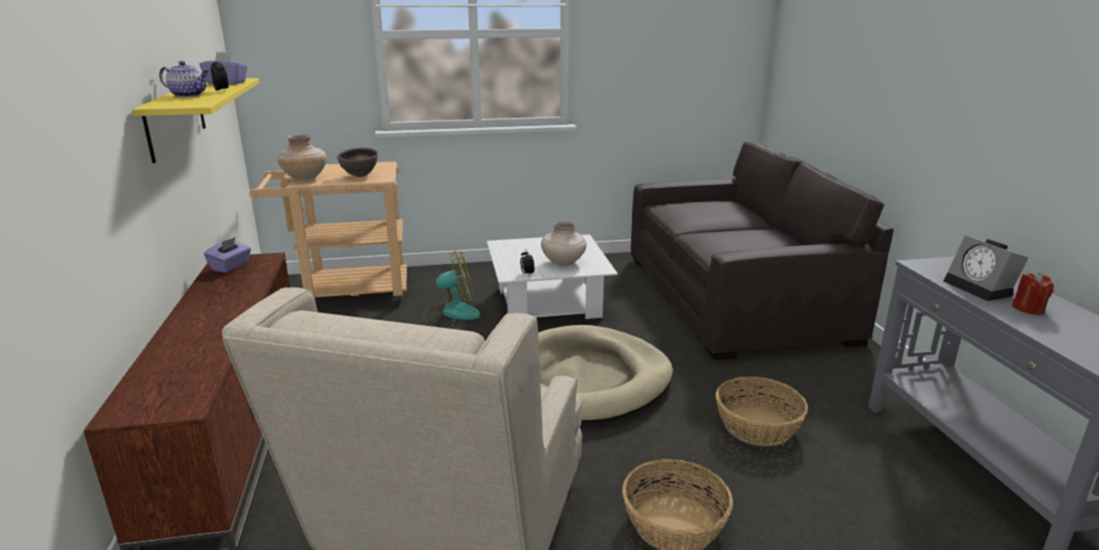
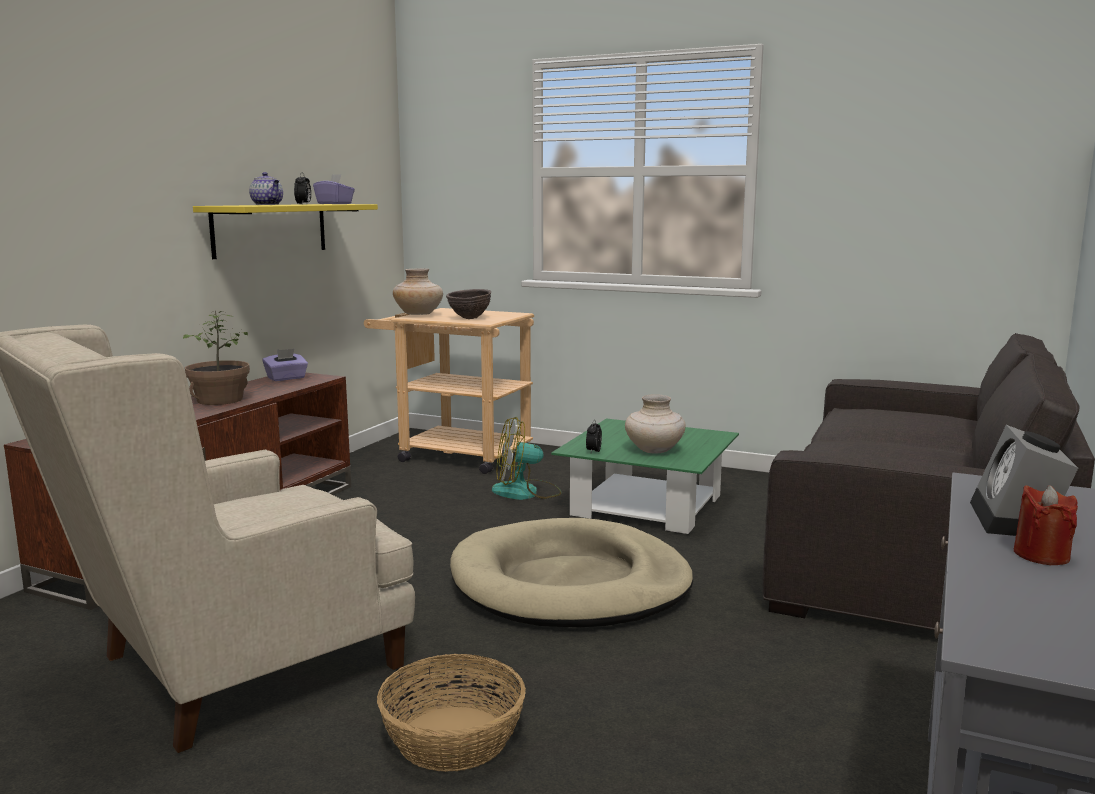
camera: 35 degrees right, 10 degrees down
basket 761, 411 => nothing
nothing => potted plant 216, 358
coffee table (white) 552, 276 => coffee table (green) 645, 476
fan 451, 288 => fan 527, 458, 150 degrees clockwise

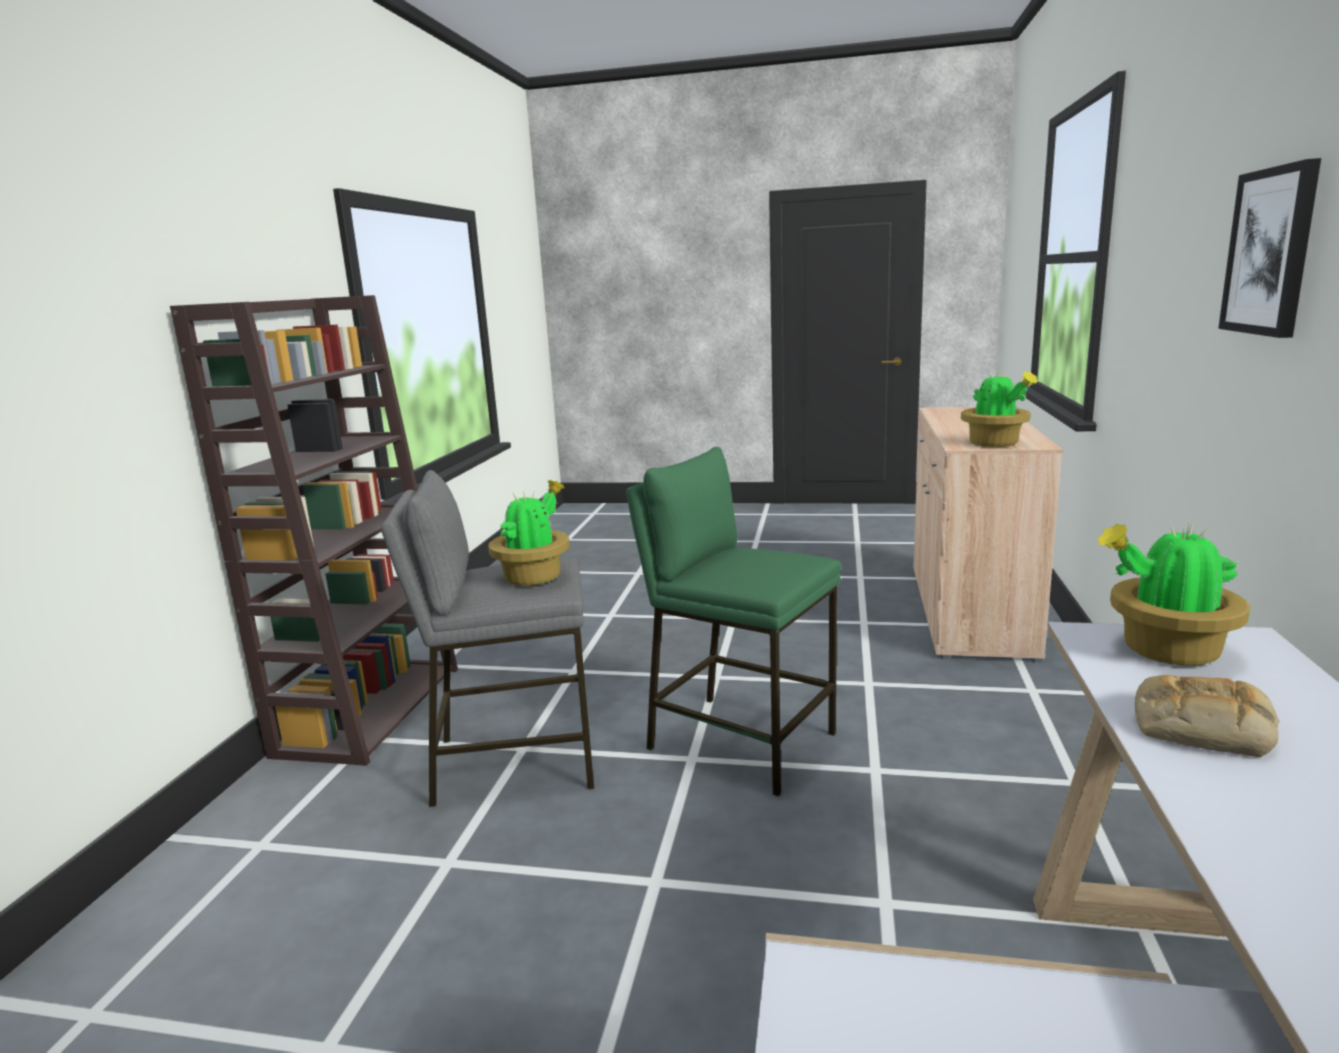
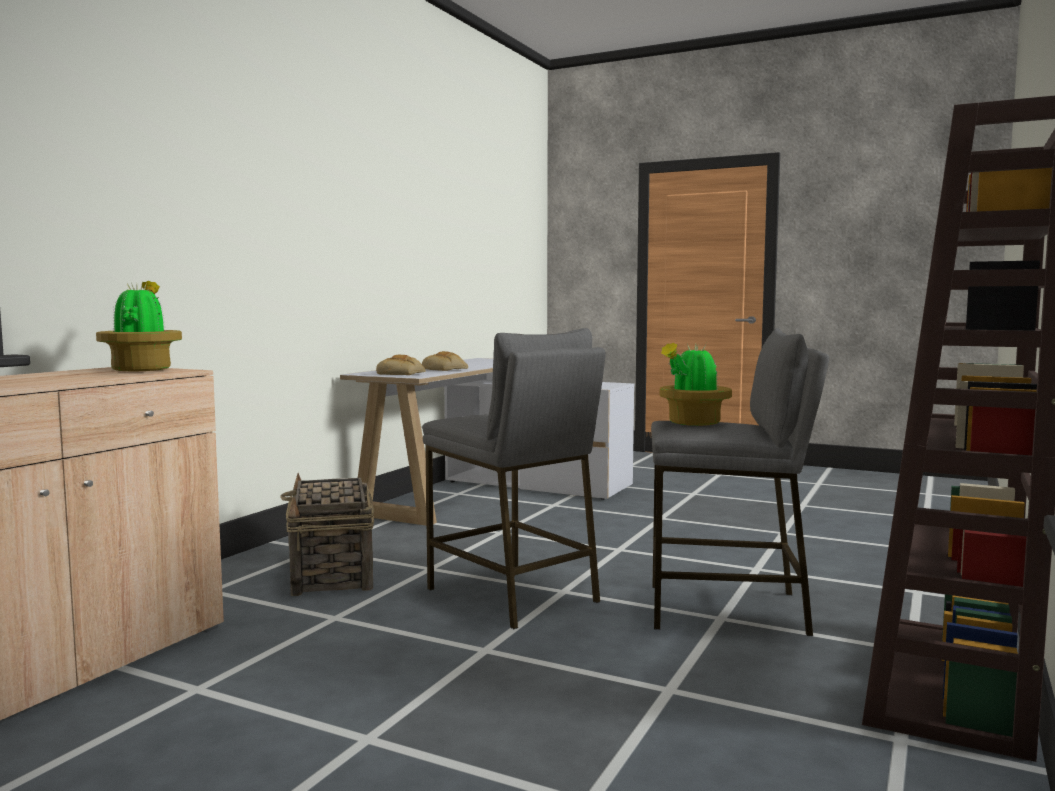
camera: 165 degrees left, 10 degrees down
picture 1269, 248 => nothing
nothing => basket 327, 534
potted plant 1173, 594 => bread 401, 365
stool (green) 733, 621 => stool (grey) 514, 478

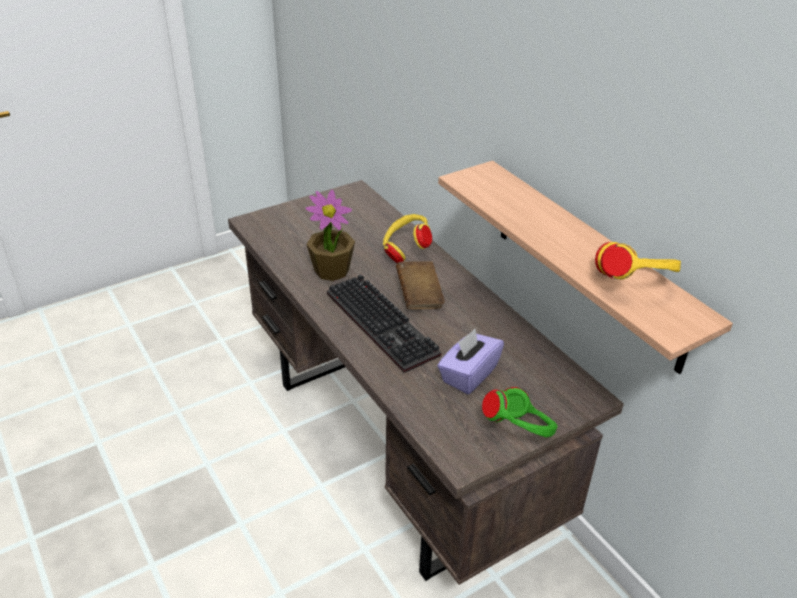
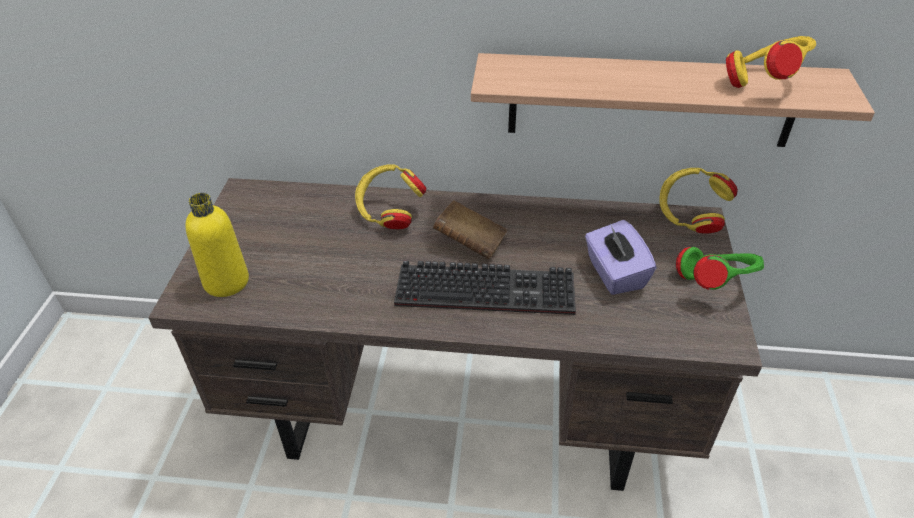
camera: 50 degrees left, 5 degrees up
potted plant 330, 235 => nothing
nothing => bottle (yellow) 217, 245
nothing => headphones (yellow) 698, 201

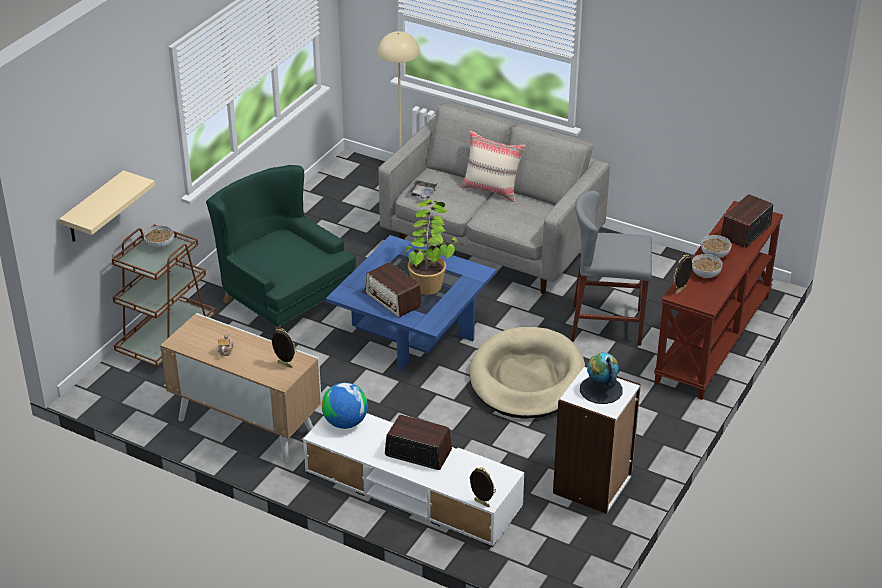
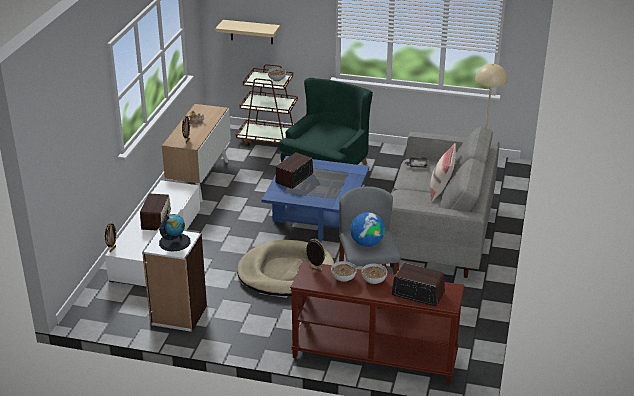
camera: 75 degrees right, 5 degrees down
potted plant 433, 247 => nothing
globe 345, 406 => globe 367, 229, shifted

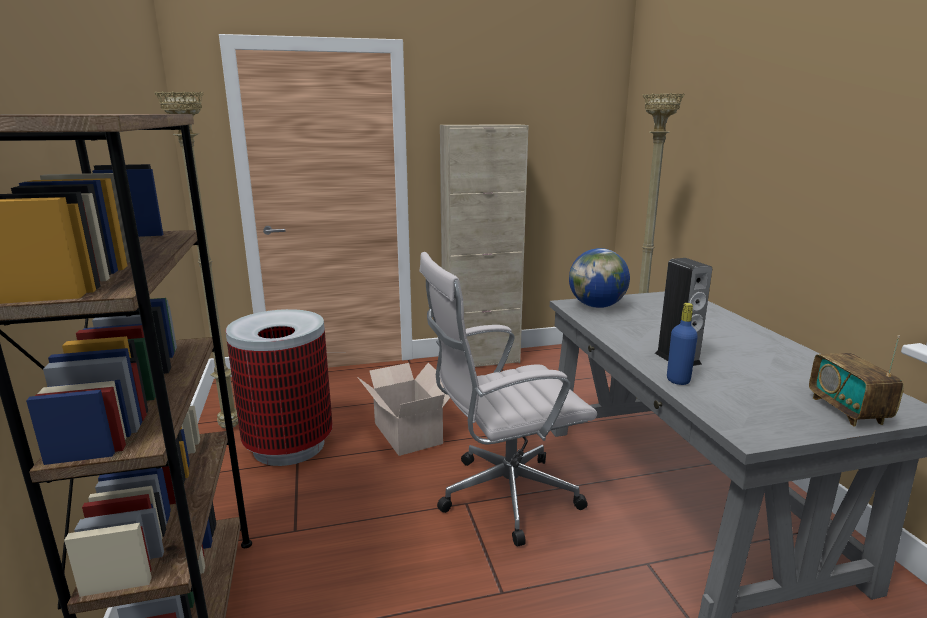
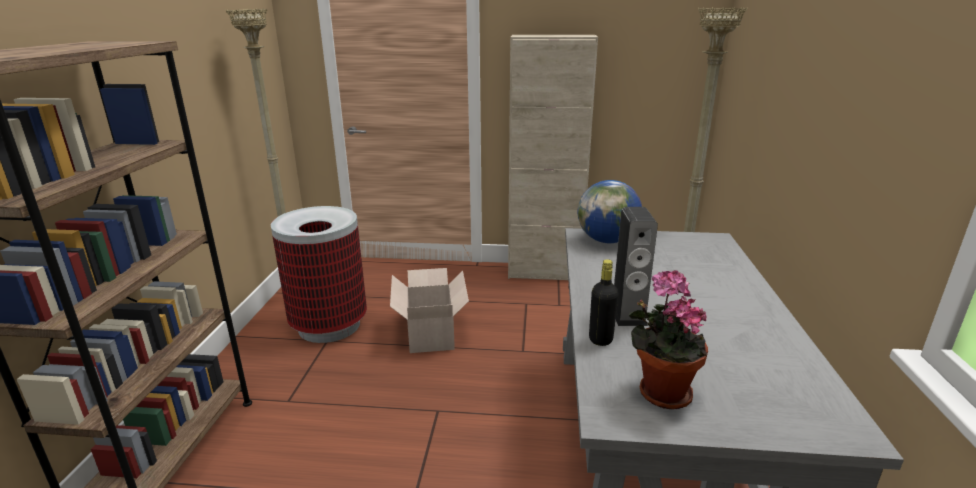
camera: 20 degrees right, 5 degrees up
office chair (white) 508, 399 => nothing
radio 856, 381 => nothing
nothing => potted plant 668, 340
bottle (blue) 682, 344 => bottle (black) 604, 302

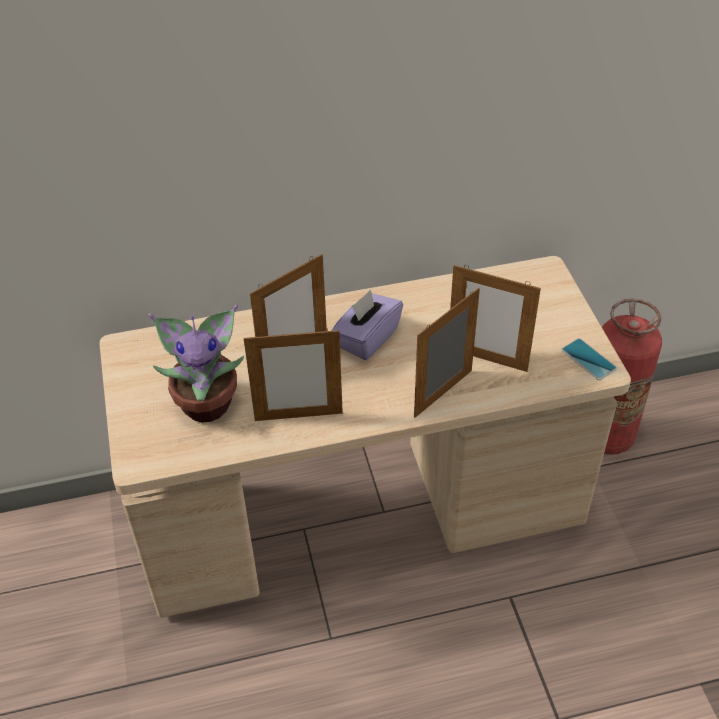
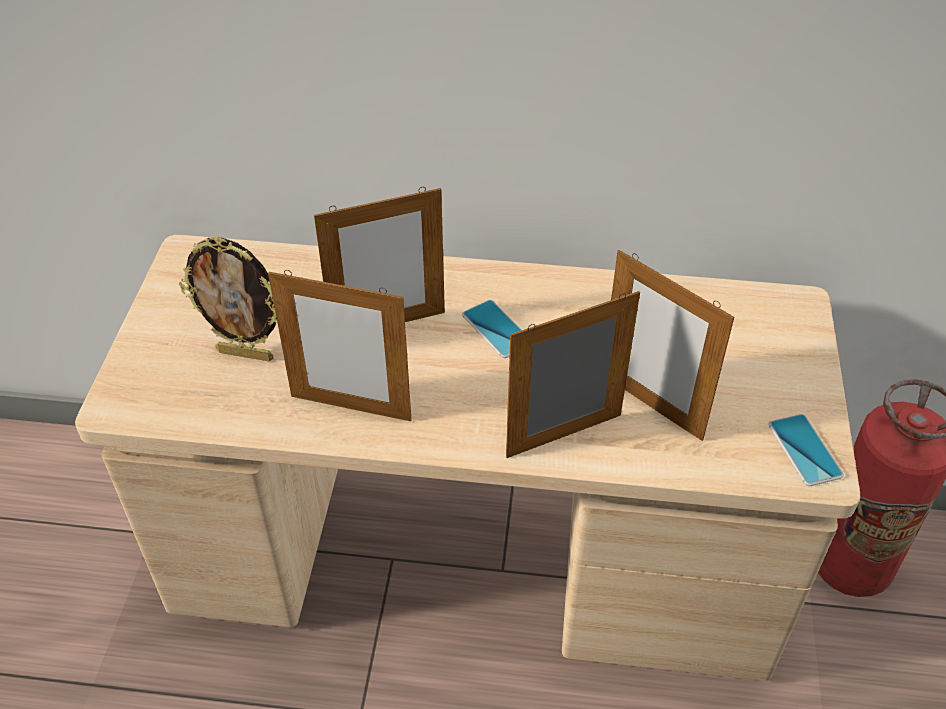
camera: 20 degrees right, 0 degrees up
potted plant 196, 364 => picture frame 228, 299
tissue box (purple) 367, 325 => phone 492, 329

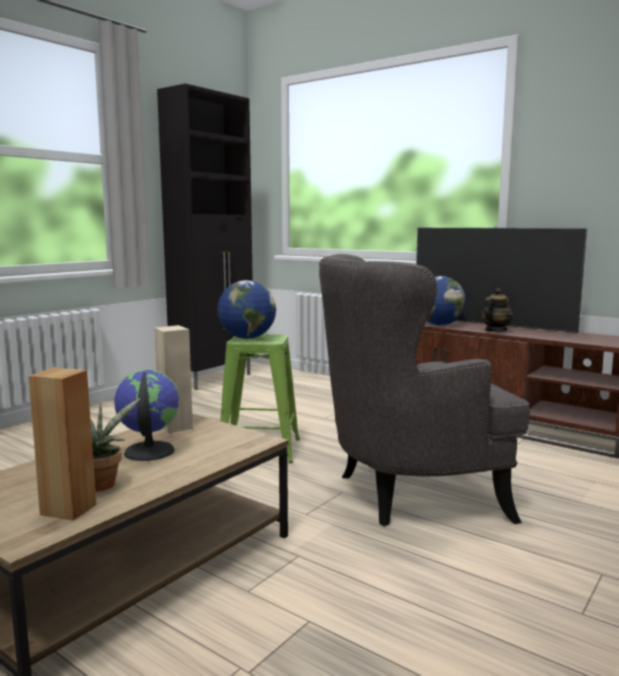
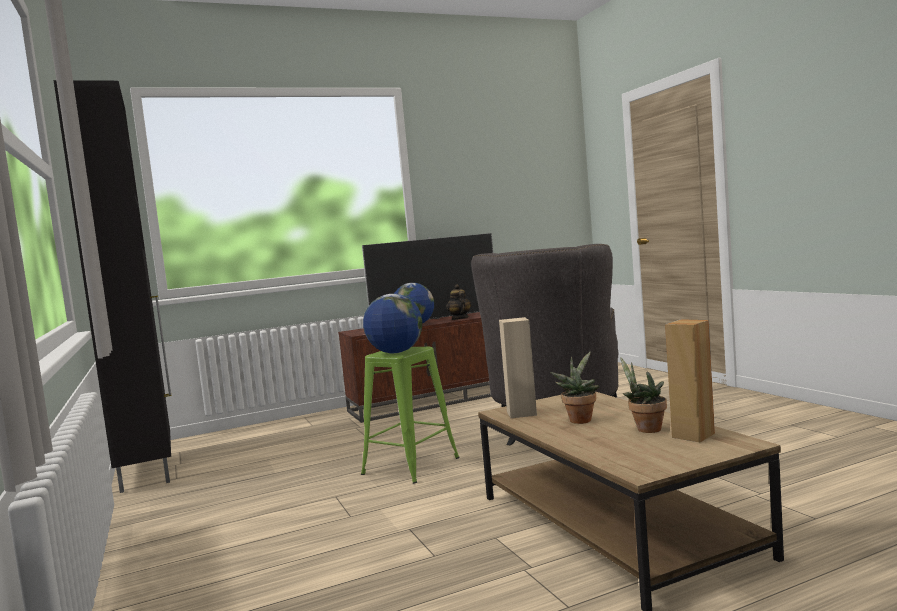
camera: 60 degrees left, 5 degrees down
globe 146, 415 => potted plant 574, 387

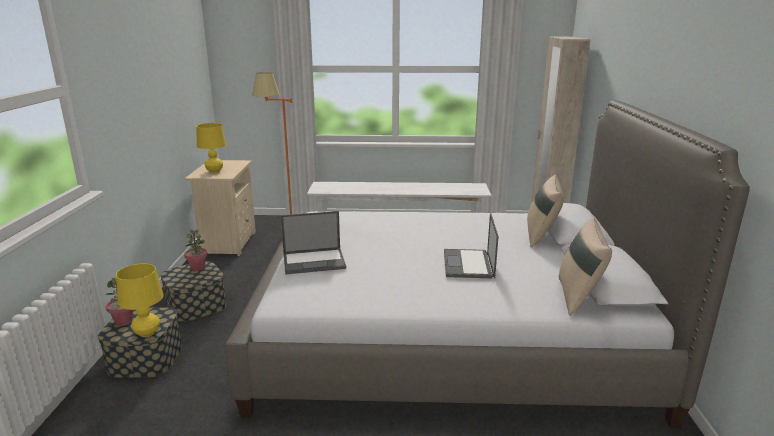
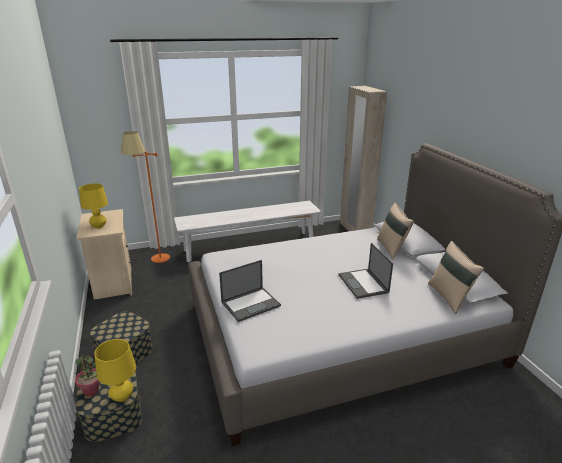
camera: 20 degrees left, 5 degrees up
potted plant 195, 250 => nothing

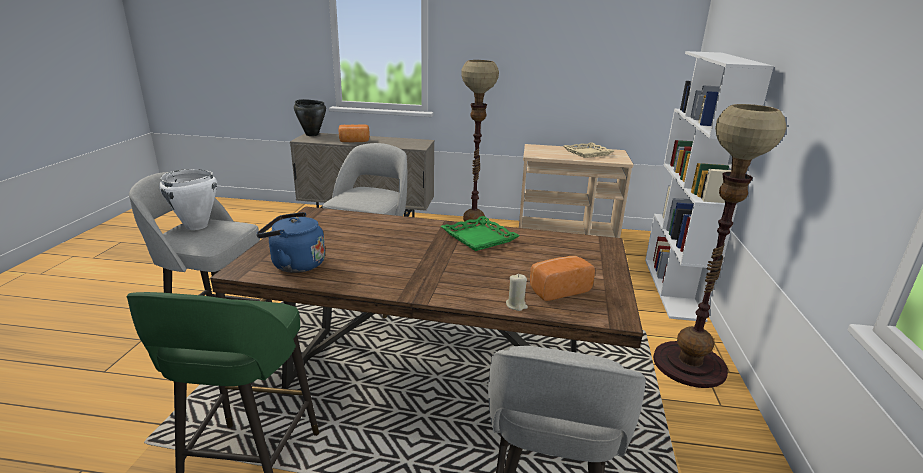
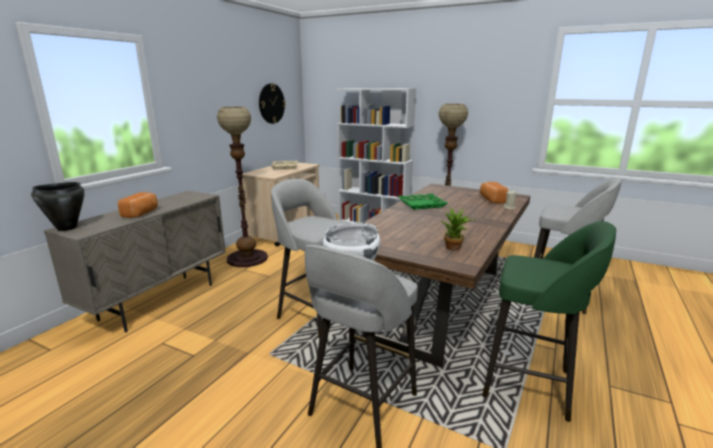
camera: 70 degrees left, 5 degrees down
nothing => wall clock 272, 103
kettle (blue) 290, 242 => potted plant 457, 228

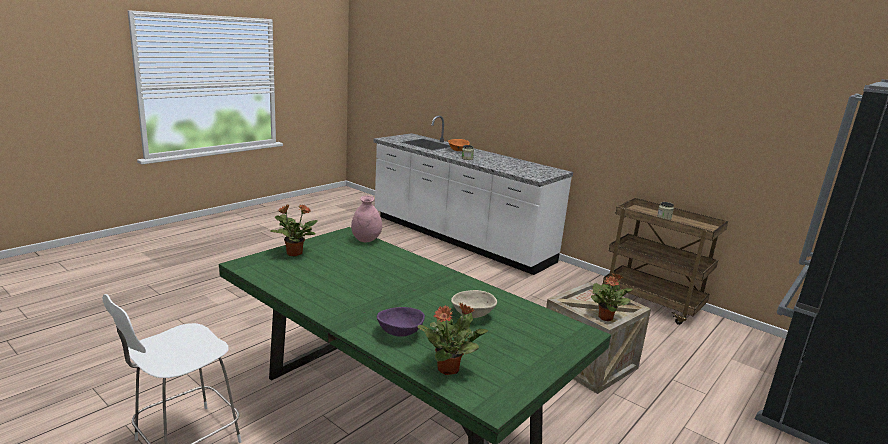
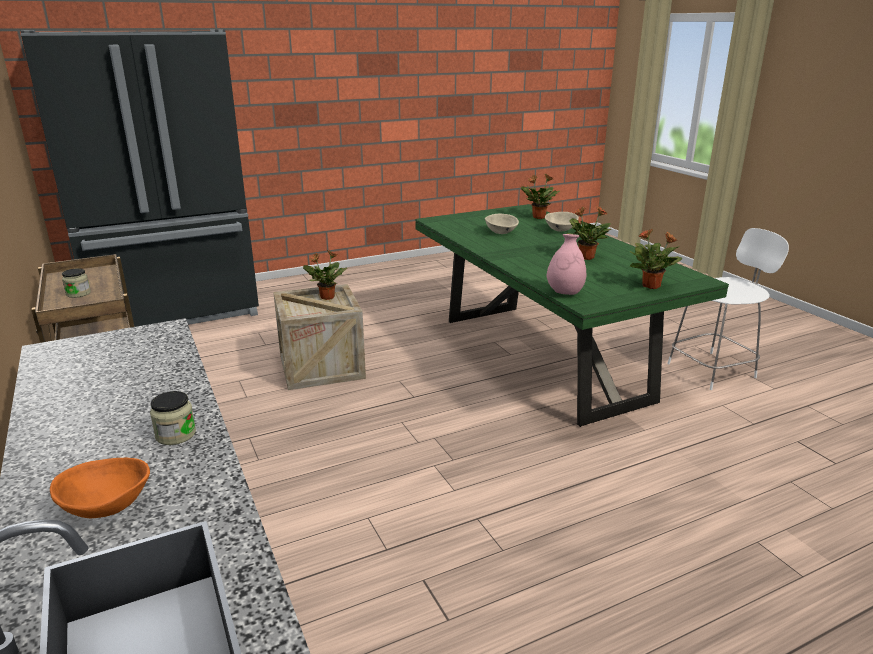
camera: 155 degrees left, 5 degrees up
nothing => potted plant 589, 233
bowl (purple) 401, 322 => bowl (beige) 562, 221

